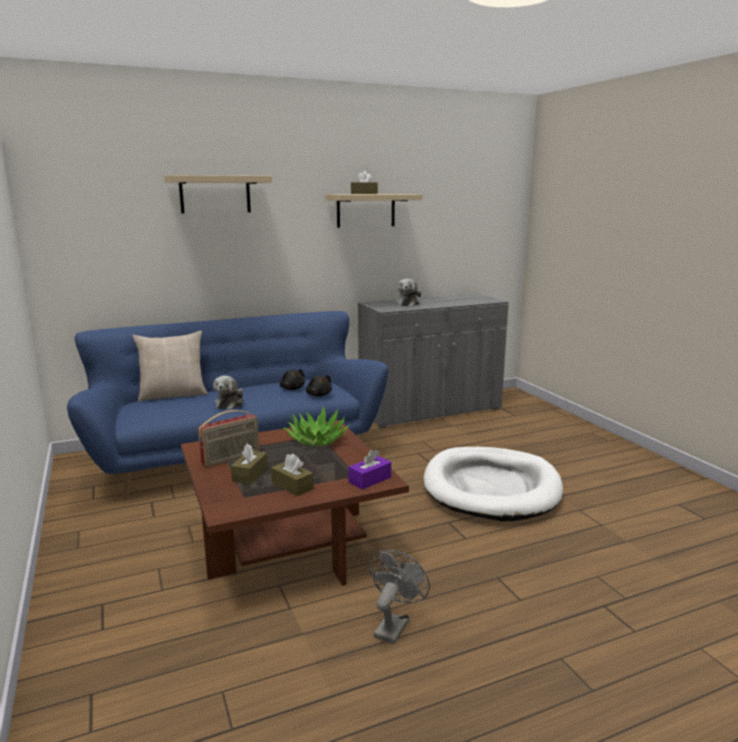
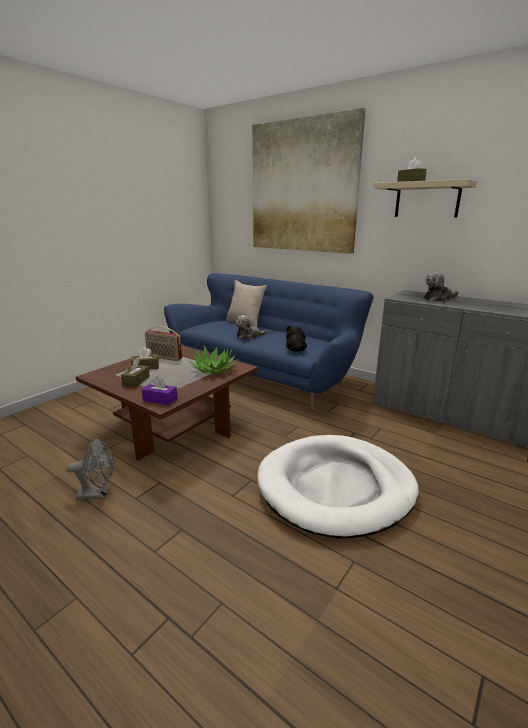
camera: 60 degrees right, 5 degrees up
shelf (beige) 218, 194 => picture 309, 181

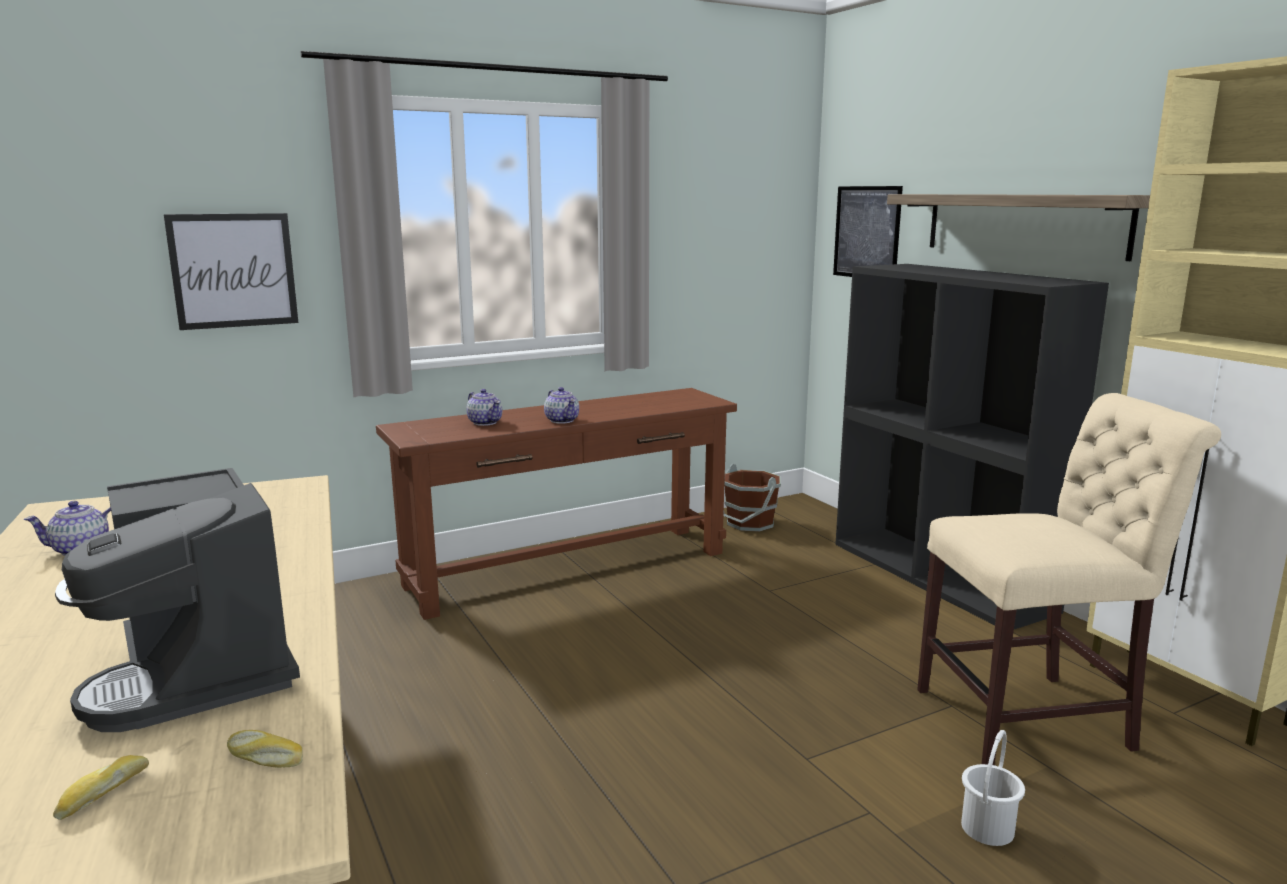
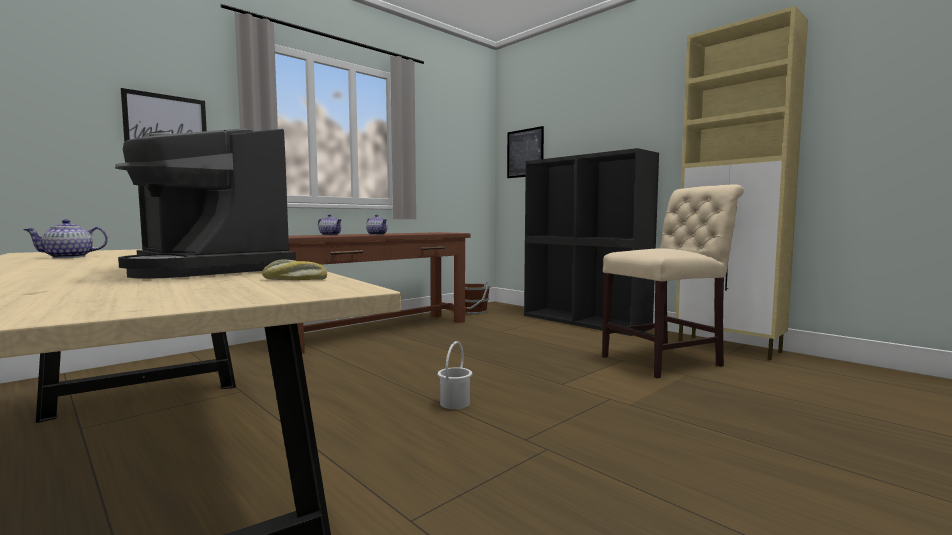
camera: 15 degrees left, 10 degrees down
bread 101, 787 => nothing
shelf 1018, 227 => nothing
bucket (white) 993, 788 => bucket (white) 455, 375, shifted

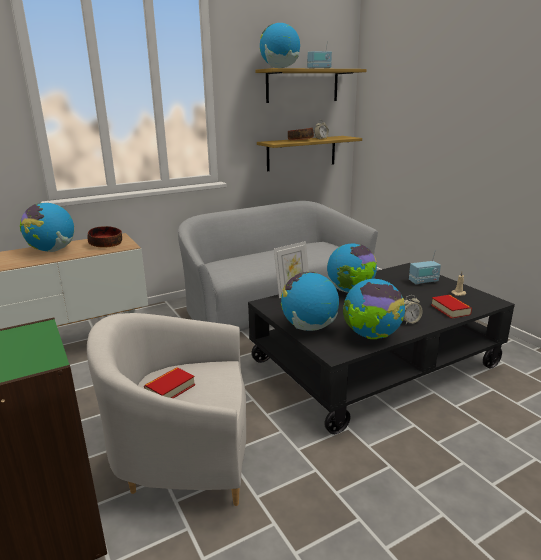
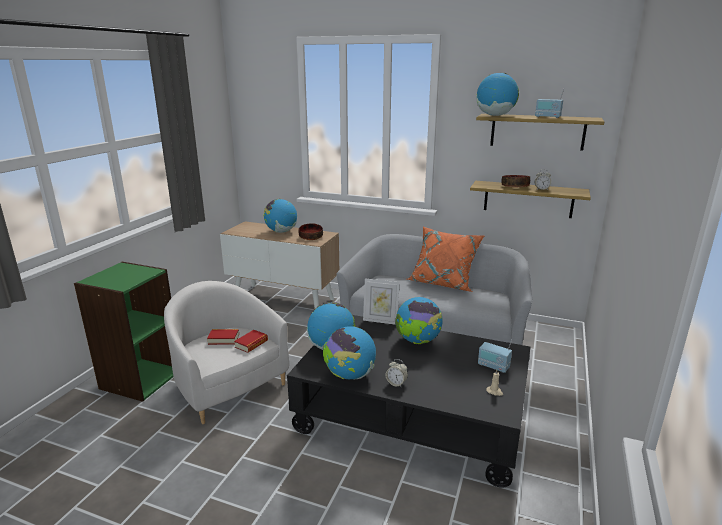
camera: 50 degrees right, 0 degrees up
nothing => pillow (orange) 445, 259
book 451, 307 => book 251, 341, shifted

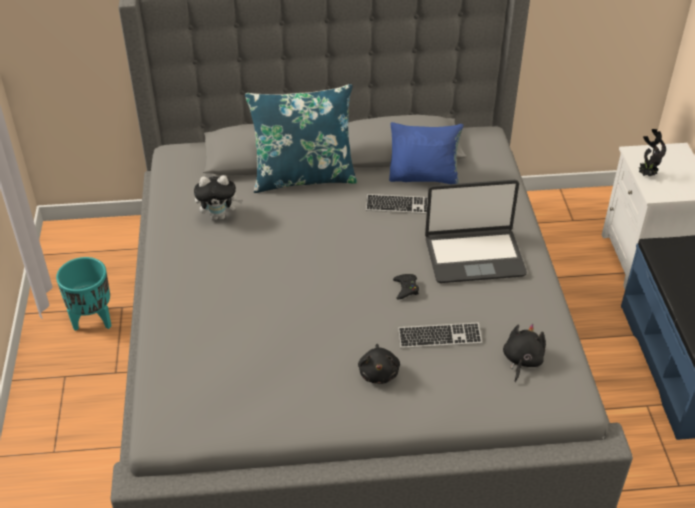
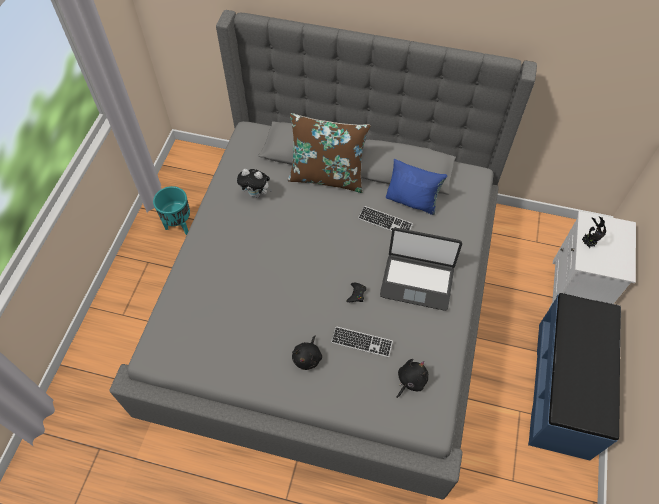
camera: 20 degrees right, 15 degrees up
pillow (blue) 301, 138 => pillow (brown) 329, 153

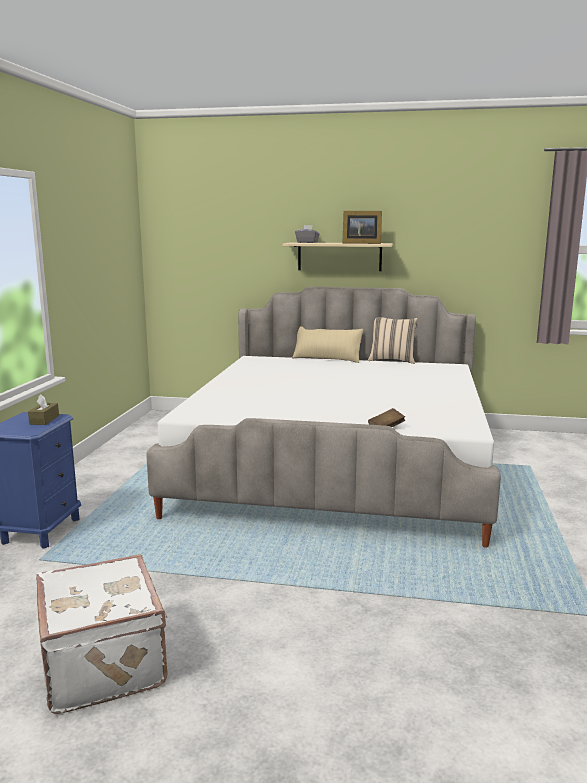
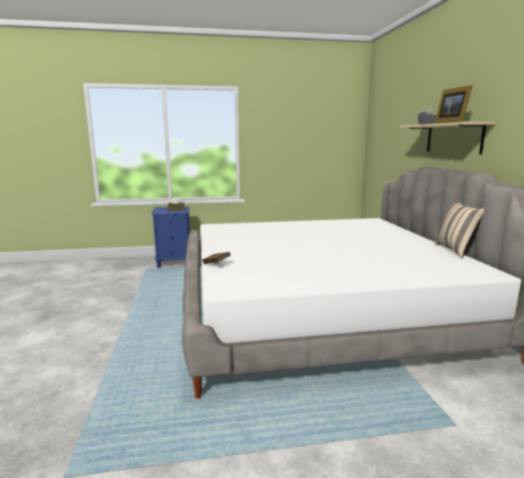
camera: 70 degrees right, 0 degrees up
suitcase (white) 101, 634 => nothing
pillow (beige) 327, 344 => nothing

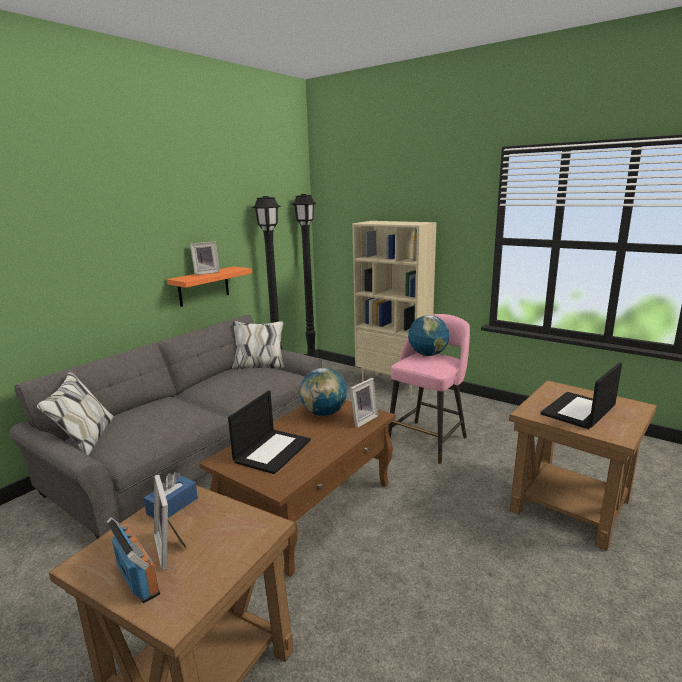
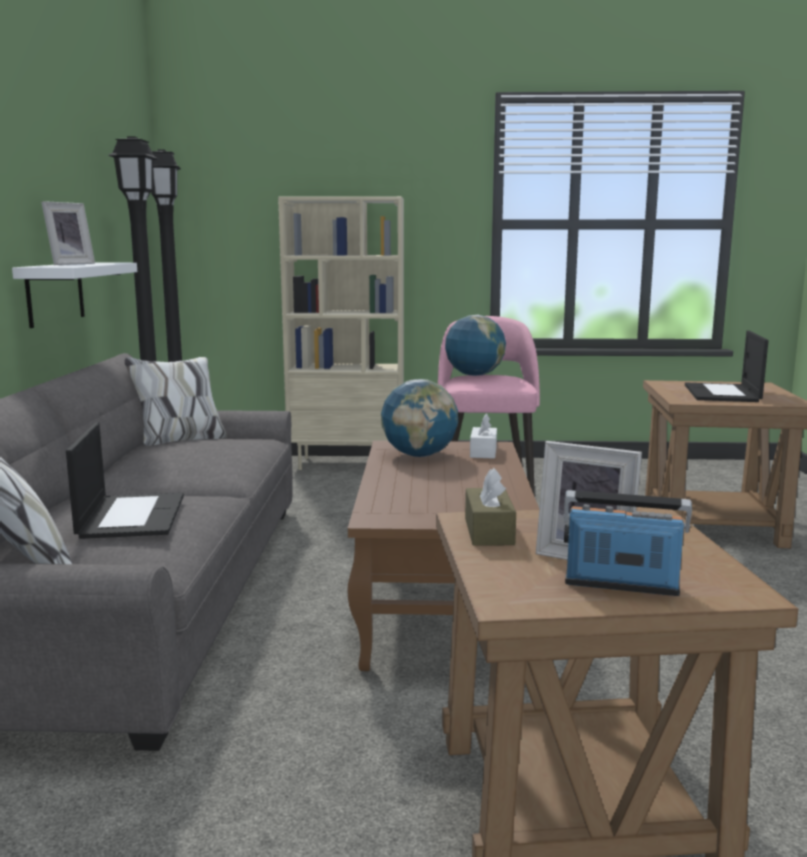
camera: 35 degrees left, 5 degrees down
laptop 269, 432 => laptop 125, 480, shifted
picture frame 364, 403 => tissue box (white) 483, 436
tissue box (blue) 171, 495 => tissue box (brown) 490, 507
shelf (orange) 209, 286 => shelf (white) 74, 295

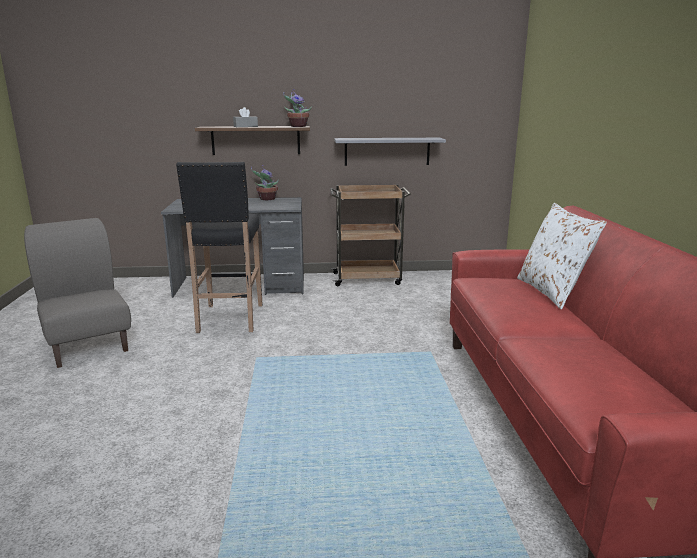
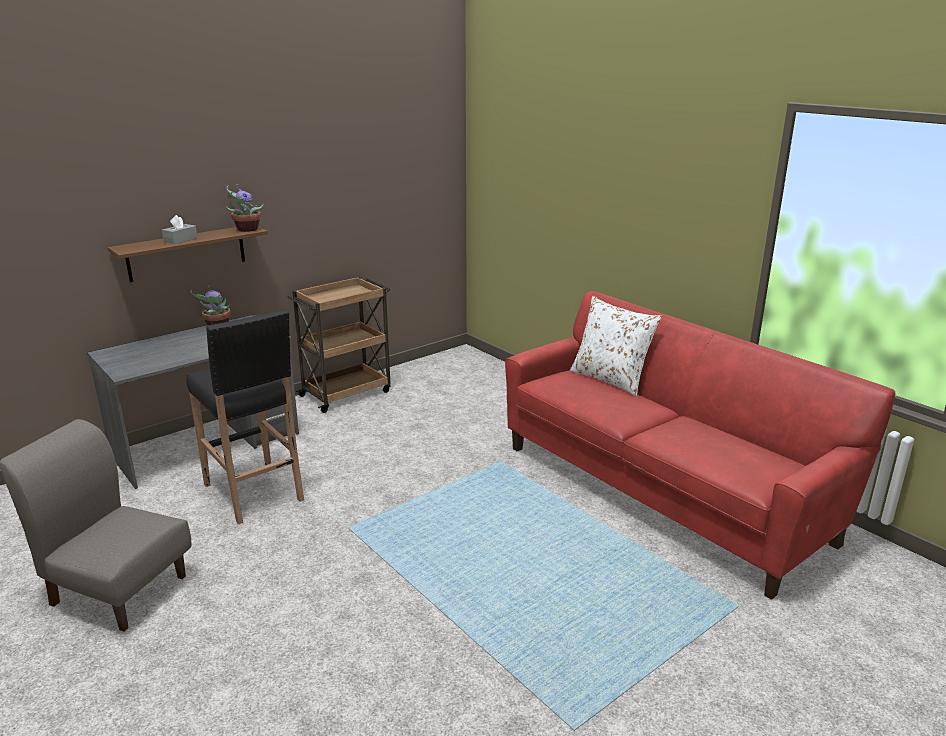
camera: 35 degrees left, 5 degrees up
shelf (grey) 390, 152 => nothing

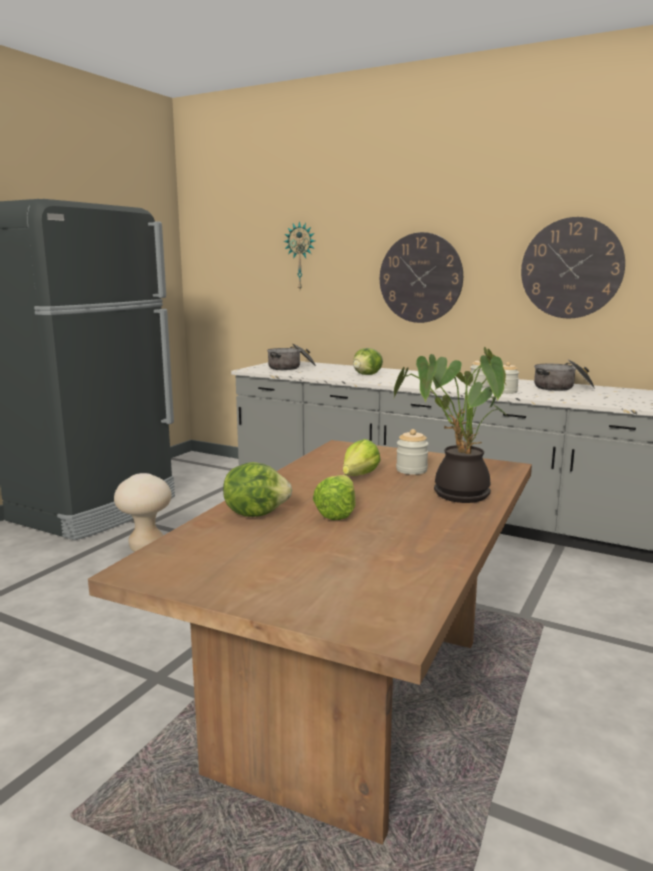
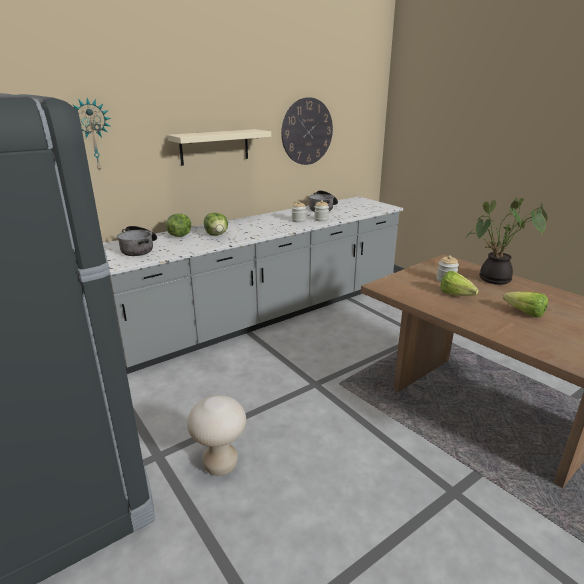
camera: 65 degrees left, 10 degrees up
lettuce 257, 489 => lettuce 178, 225, shifted
wall clock 421, 277 => shelf (beige) 219, 147

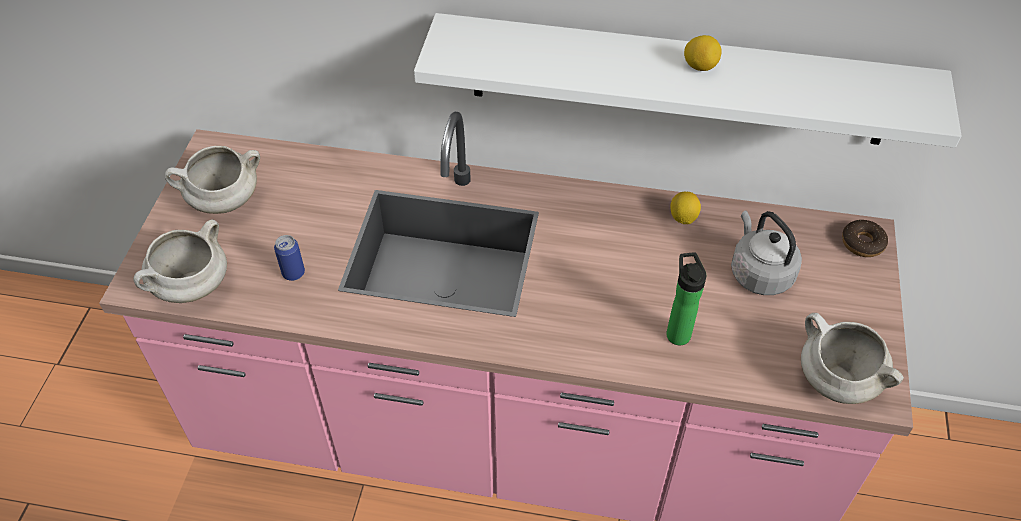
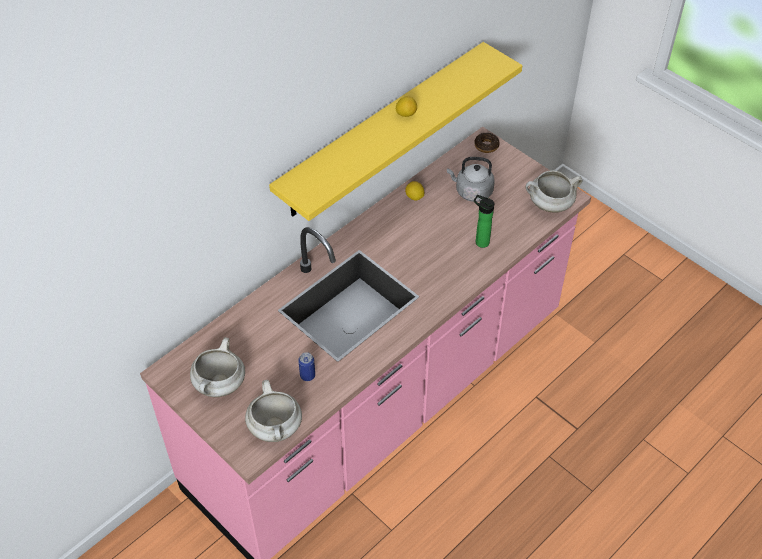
camera: 55 degrees left, 0 degrees up
shelf (white) 687, 80 => shelf (yellow) 395, 131

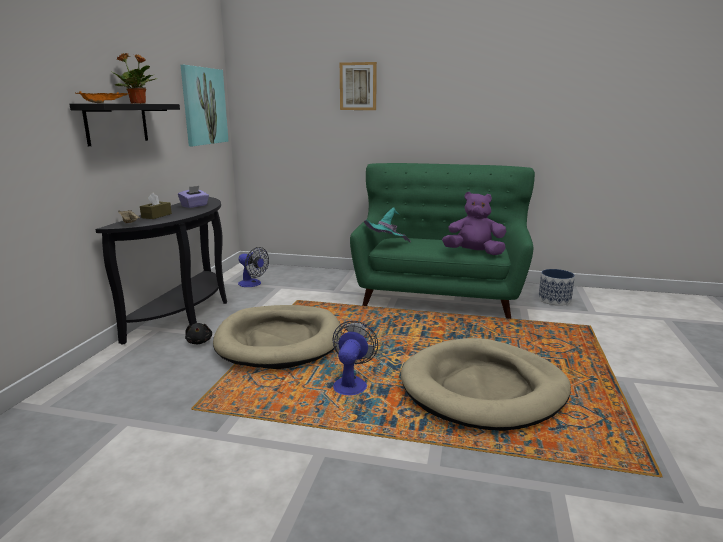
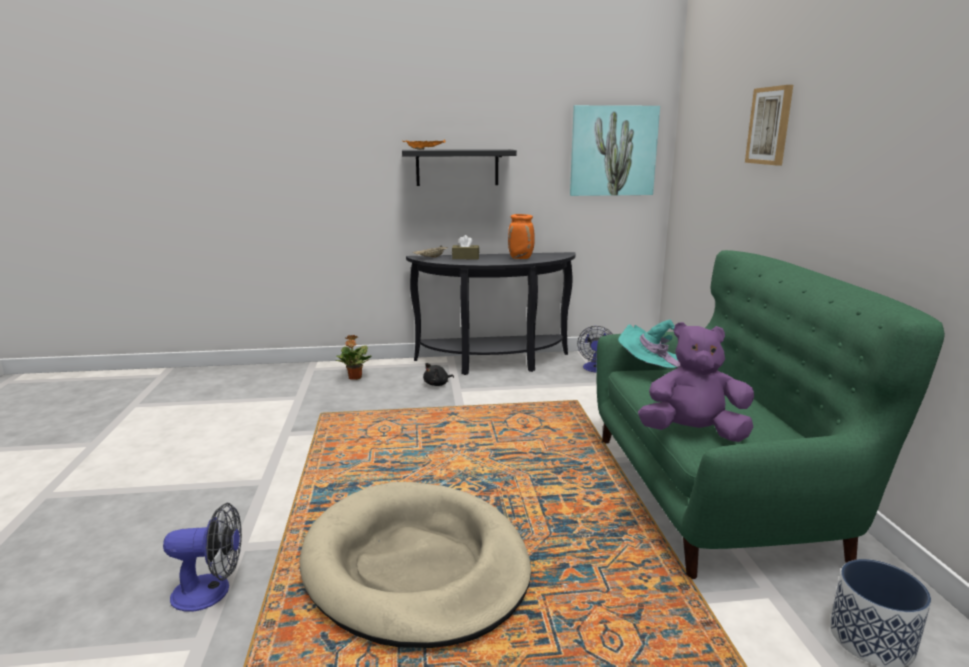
camera: 70 degrees right, 0 degrees up
dog bed (beige) 277, 337 => nothing
potted plant 134, 78 => potted plant 354, 357, shifted
fan 355, 358 => fan 202, 557, shifted
tissue box (purple) 193, 197 => vase (orange) 521, 236
plush toy (purple) 474, 223 => plush toy (purple) 696, 382, 75 degrees counterclockwise

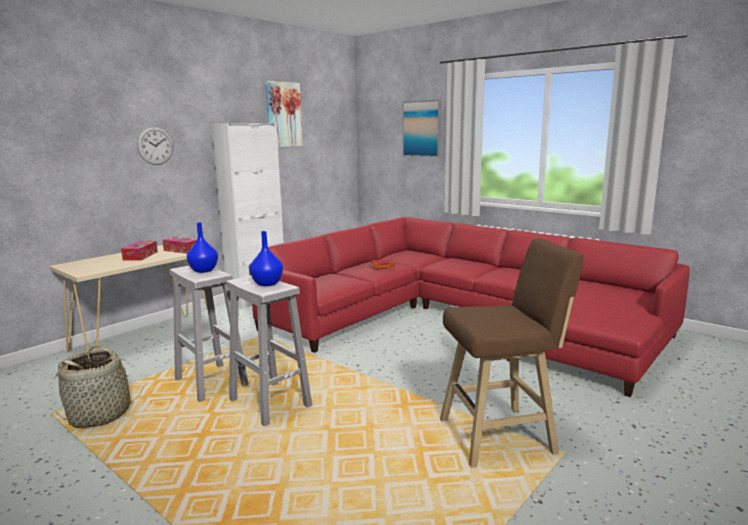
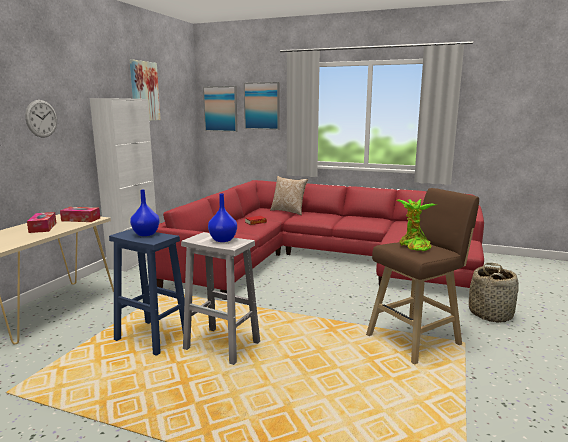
camera: 20 degrees left, 0 degrees up
nothing => picture 220, 109
nothing => pillow 289, 195
nothing => potted plant 416, 225
basket 98, 386 => basket 494, 293, shifted
stool (white) 209, 334 => stool (blue) 147, 292

